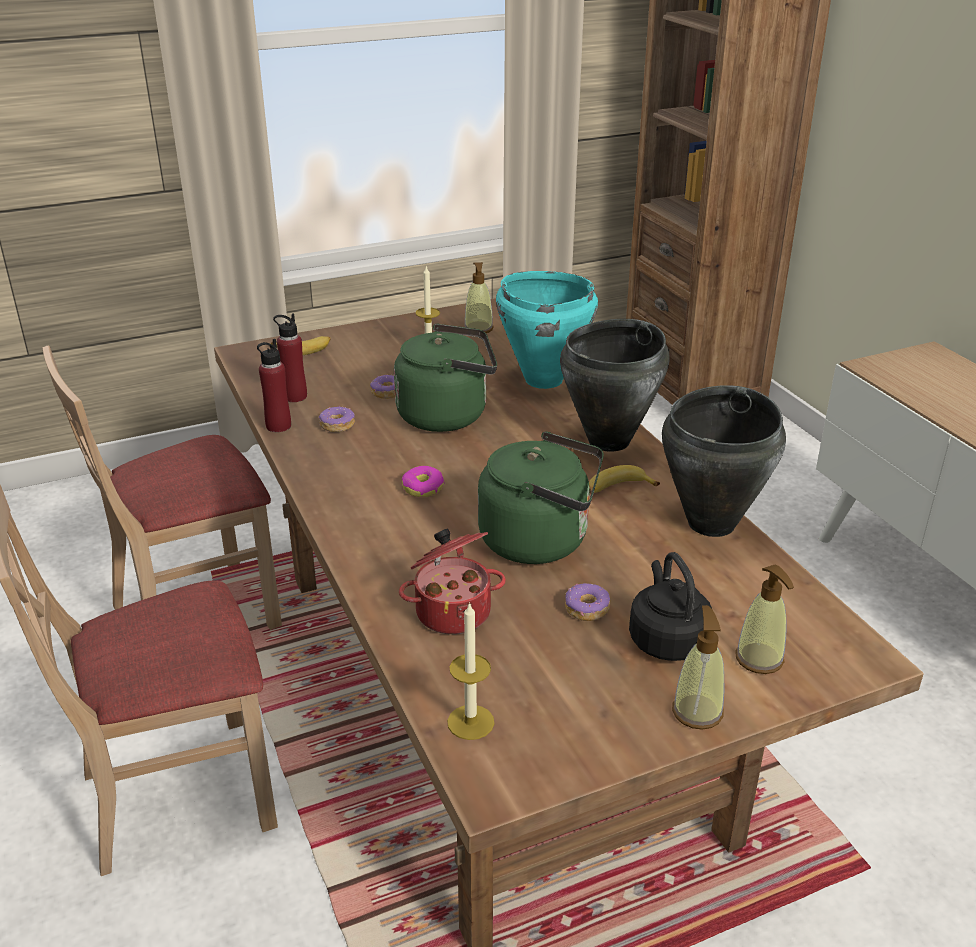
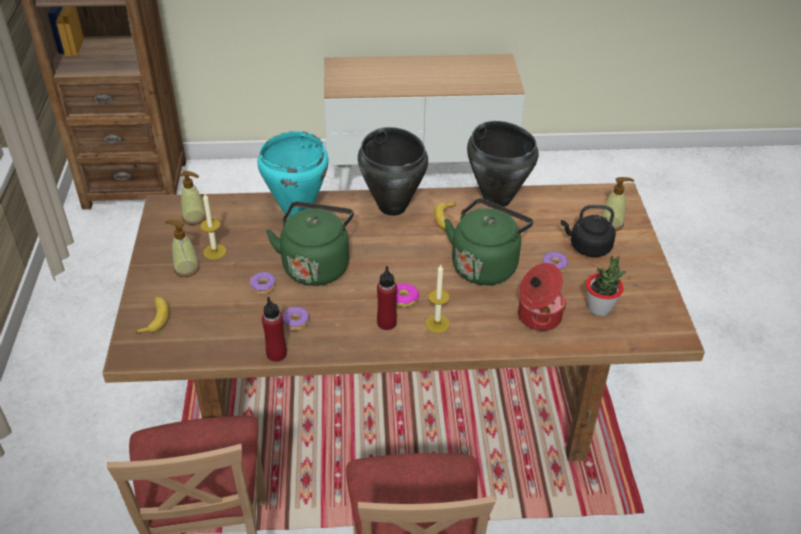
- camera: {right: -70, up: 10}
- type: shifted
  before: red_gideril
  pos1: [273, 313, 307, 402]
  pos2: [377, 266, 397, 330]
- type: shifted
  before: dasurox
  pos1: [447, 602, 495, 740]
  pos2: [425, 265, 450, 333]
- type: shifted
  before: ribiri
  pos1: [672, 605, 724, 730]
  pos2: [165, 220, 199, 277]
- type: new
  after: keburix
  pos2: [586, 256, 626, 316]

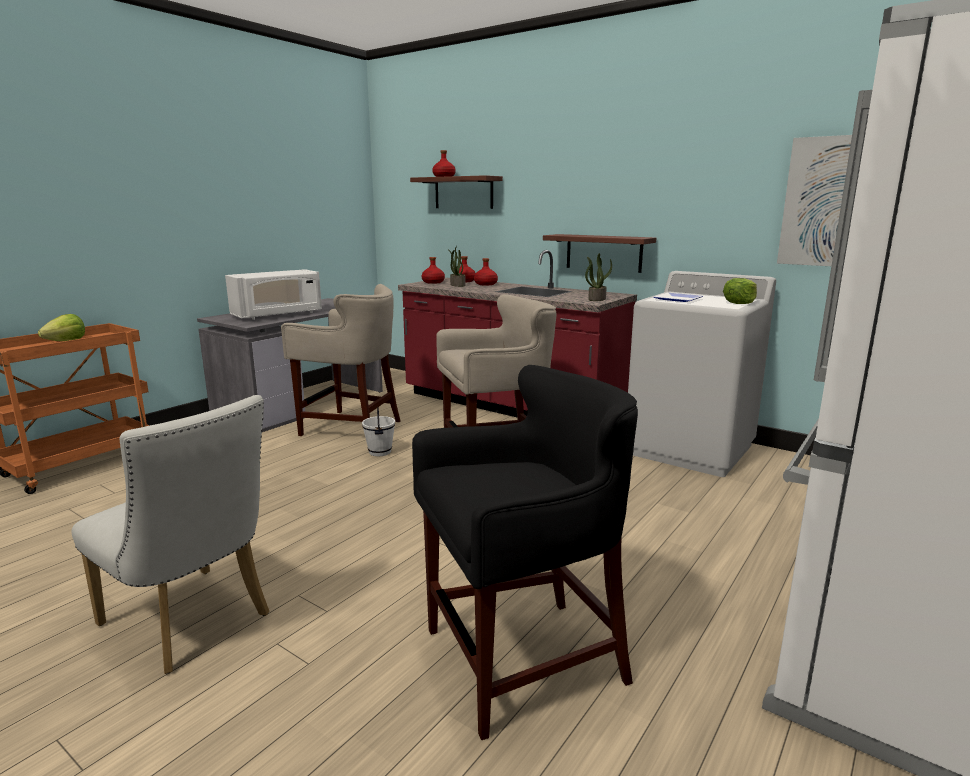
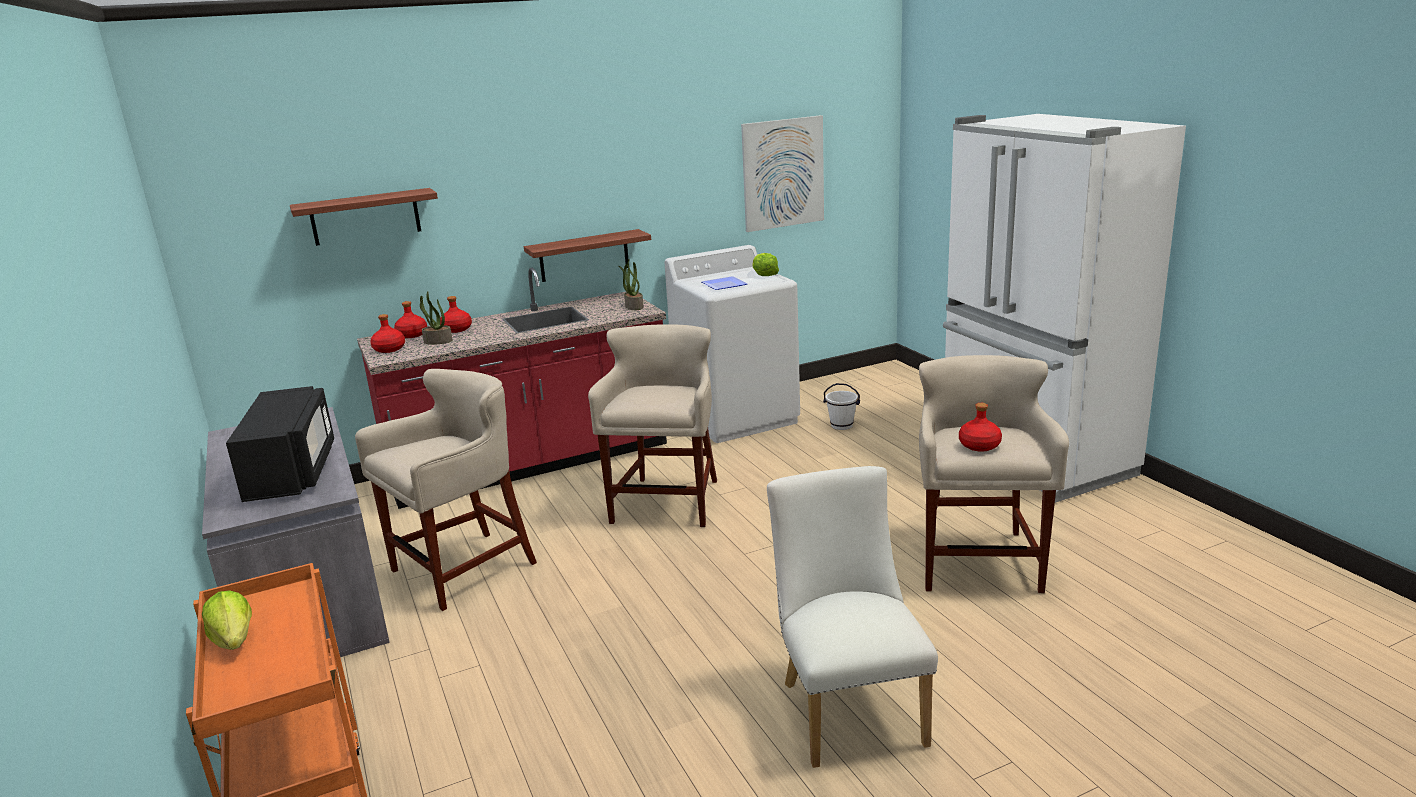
- camera: {right: -60, up: 5}
- type: shifted
  before: red_gideril
  pos1: [432, 150, 456, 177]
  pos2: [959, 403, 1002, 452]
- type: repainted
  before: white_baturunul
  after: black_baturunul
  pos1: [225, 269, 322, 320]
  pos2: [226, 386, 334, 502]
- type: repainted
  before: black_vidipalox
  after: beige_vidipalox
  pos1: [412, 365, 638, 740]
  pos2: [919, 355, 1069, 593]
- type: rotated
  before: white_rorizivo
  pos1: [72, 395, 269, 674]
  pos2: [767, 466, 938, 768]
  turn: -75
- type: shifted
  before: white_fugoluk
  pos1: [362, 407, 395, 456]
  pos2: [823, 383, 860, 430]

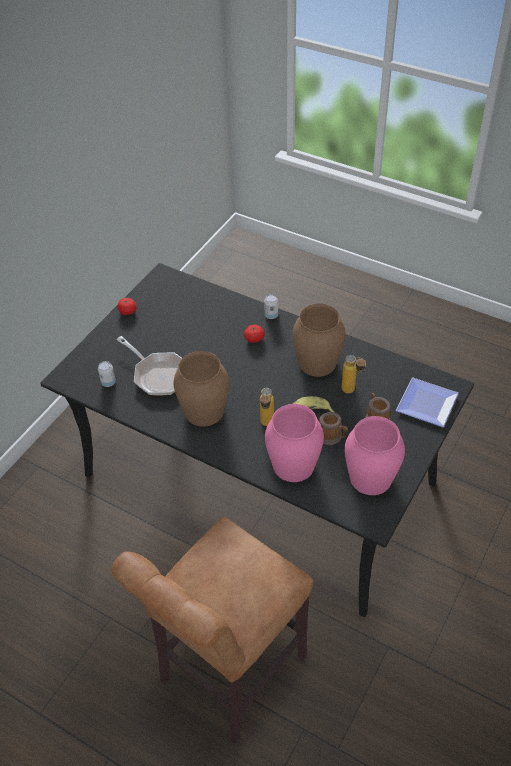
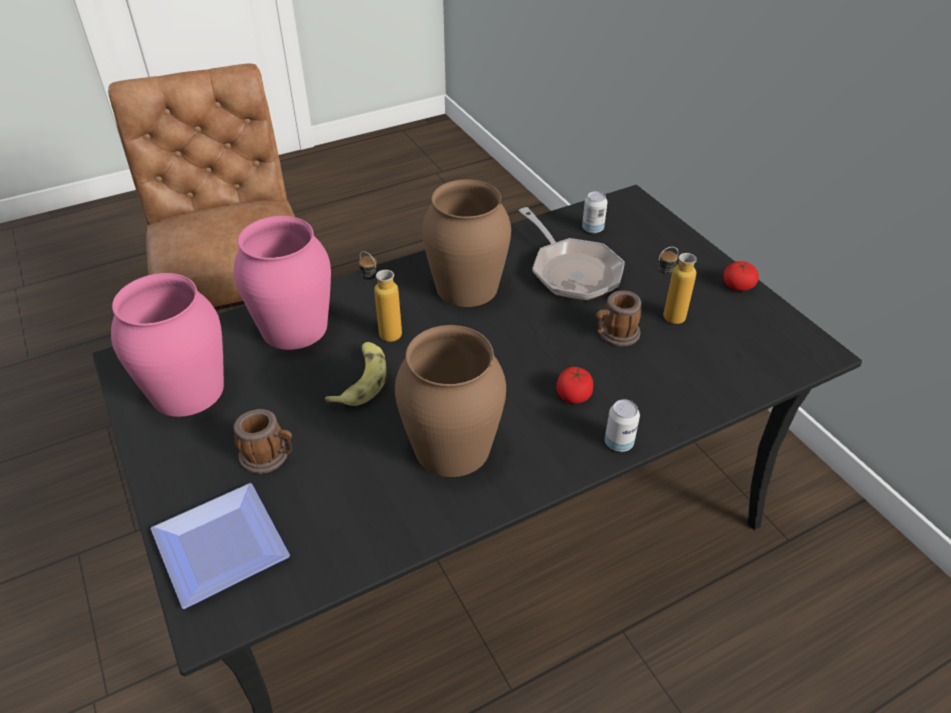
- camera: {right: 120, up: -5}
- type: rotated
  before: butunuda
  pos1: [116, 336, 182, 396]
  pos2: [519, 207, 625, 301]
  turn: -105
- type: shifted
  before: gideril
  pos1: [342, 355, 366, 393]
  pos2: [659, 247, 697, 324]
- type: shifted
  before: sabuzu
  pos1: [319, 412, 348, 445]
  pos2: [596, 291, 641, 346]

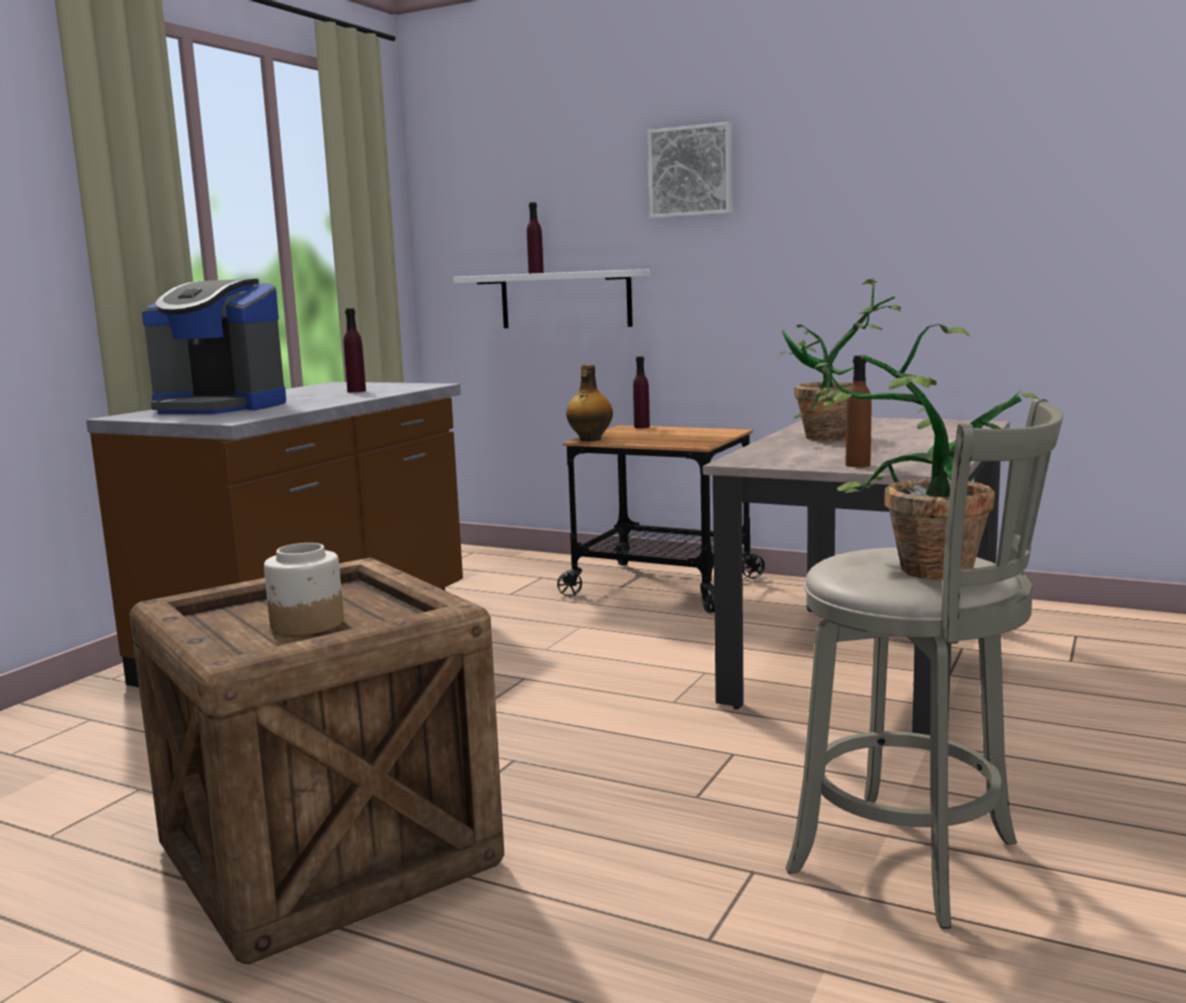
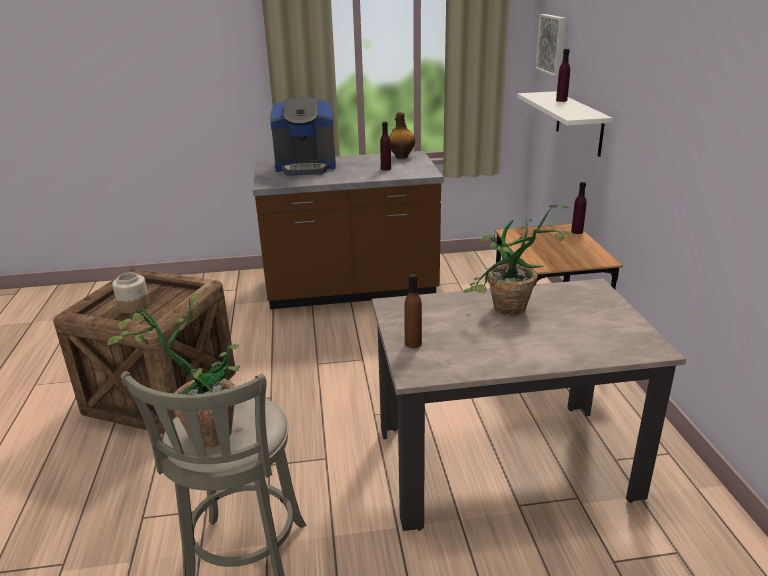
- camera: {right: 55, up: 15}
- type: shifted
  before: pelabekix
  pos1: [648, 122, 733, 218]
  pos2: [536, 14, 566, 77]
- type: rotated
  before: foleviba
  pos1: [142, 279, 286, 414]
  pos2: [270, 97, 336, 176]
  turn: -75
- type: shifted
  before: gideril
  pos1: [566, 365, 613, 442]
  pos2: [389, 112, 415, 159]

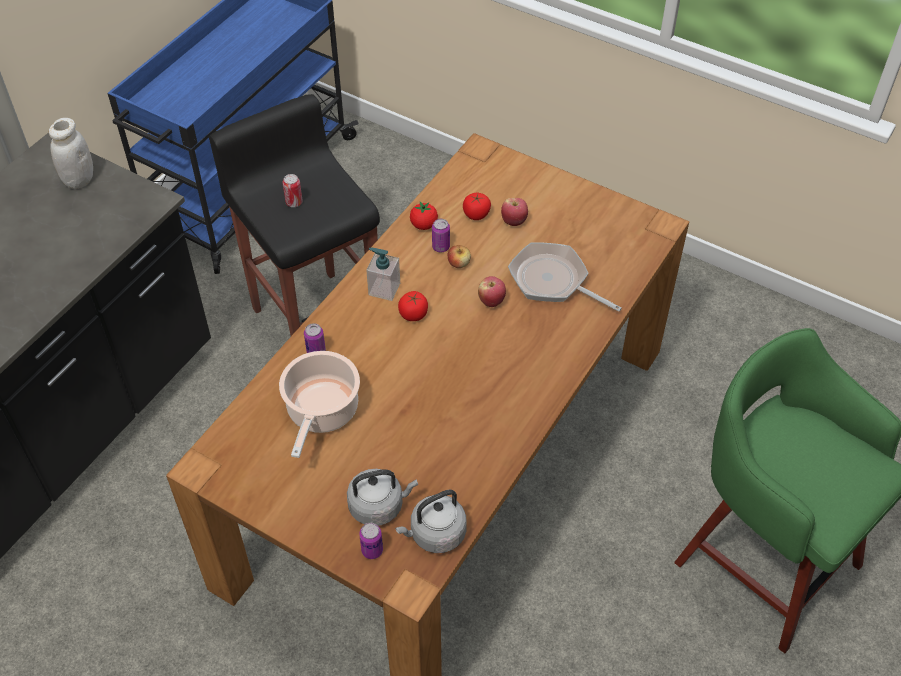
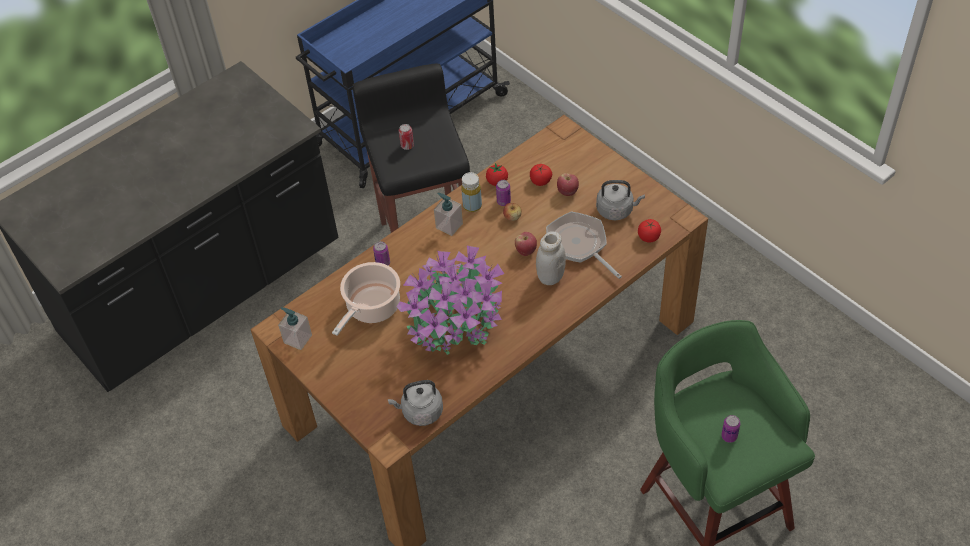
- camera: {right: 20, up: 0}
- type: shifted
  before: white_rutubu
  pos1: [49, 118, 93, 189]
  pos2: [536, 231, 566, 285]
- type: shifted
  before: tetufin
  pos1: [398, 291, 428, 321]
  pos2: [638, 219, 661, 243]
- type: shifted
  before: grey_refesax
  pos1: [347, 469, 418, 526]
  pos2: [596, 180, 645, 220]
- type: shifted
  before: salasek
  pos1: [359, 523, 383, 559]
  pos2: [721, 415, 740, 443]
- type: new
  after: yellow_gideril
  pos2: [461, 172, 482, 212]
- type: new
  after: keburix
  pos2: [397, 246, 504, 355]
- type: new
  after: ribiri
  pos2: [278, 307, 312, 350]

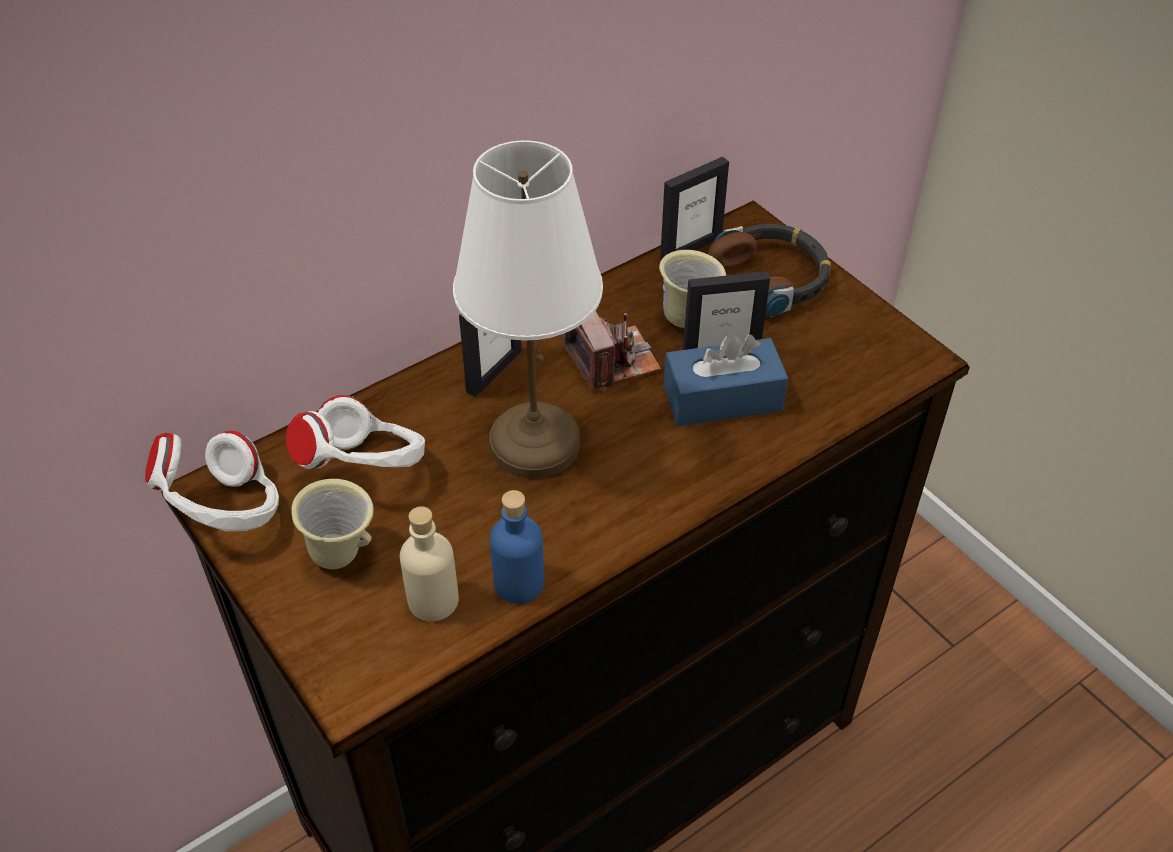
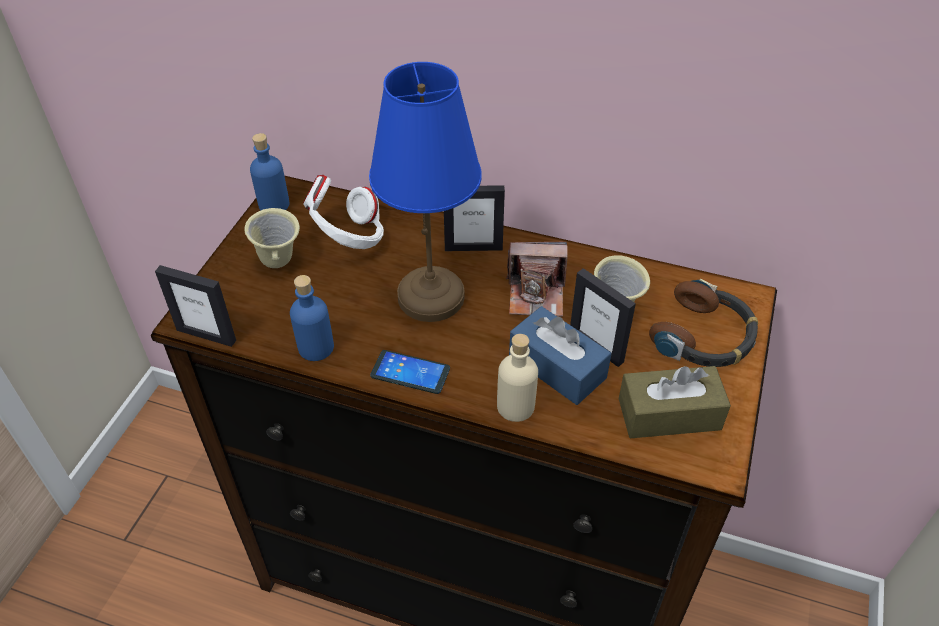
- camera: {right: 55, up: 0}
- type: repainted
  before: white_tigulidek
  after: blue_tigulidek
  pos1: [453, 140, 603, 479]
  pos2: [369, 62, 482, 322]
- type: shifted
  before: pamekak
  pos1: [660, 157, 729, 260]
  pos2: [155, 265, 236, 347]
- type: rotated
  before: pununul
  pos1: [563, 310, 661, 391]
  pos2: [506, 242, 568, 317]
  turn: 60
- type: swapped
  before: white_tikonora
  after: blue_gideril
  pos1: [145, 431, 279, 532]
  pos2: [250, 133, 290, 210]
- type: shifted
  before: beige_gideril
  pos1: [400, 506, 459, 621]
  pos2: [497, 334, 538, 422]
- type: new
  after: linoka
  pos2: [370, 350, 450, 394]
- type: new
  after: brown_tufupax
  pos2: [619, 366, 731, 438]

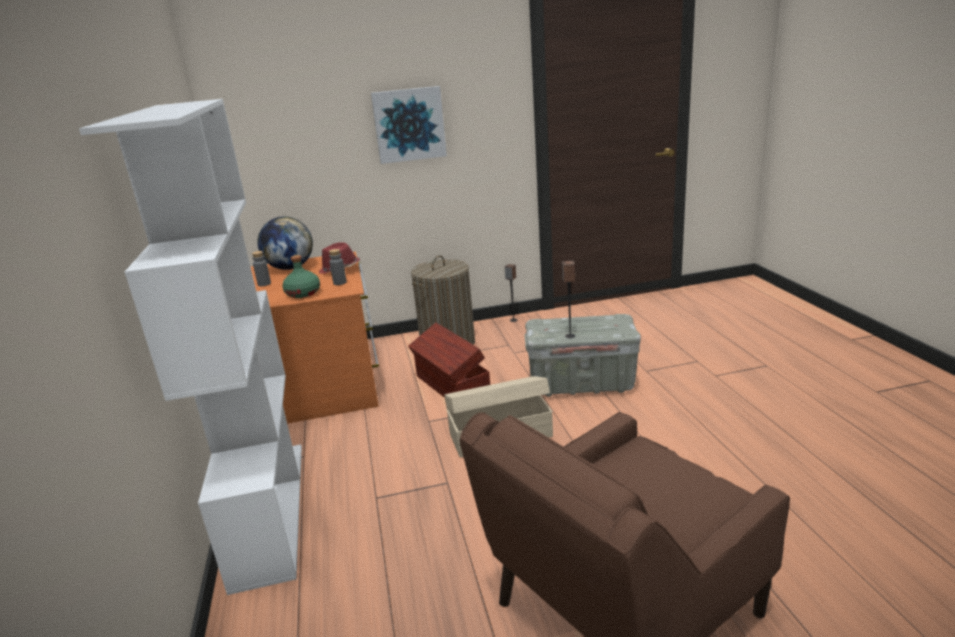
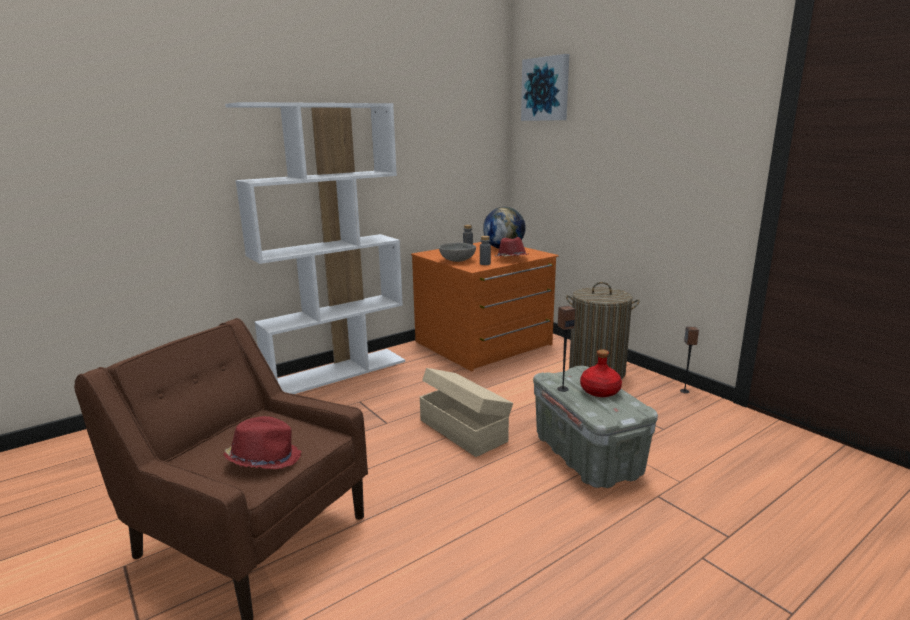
- camera: {right: 65, up: -5}
- type: shifted
  before: pelabekix
  pos1: [371, 86, 447, 164]
  pos2: [521, 54, 569, 121]
- type: swapped
  before: green_gideril
  after: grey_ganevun
  pos1: [283, 255, 320, 298]
  pos2: [439, 242, 476, 262]
- type: gone
  before: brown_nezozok
  pos1: [408, 323, 490, 398]
- type: new
  after: red_gideril
  pos2: [580, 349, 622, 397]
- type: new
  after: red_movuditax
  pos2: [224, 416, 301, 469]

